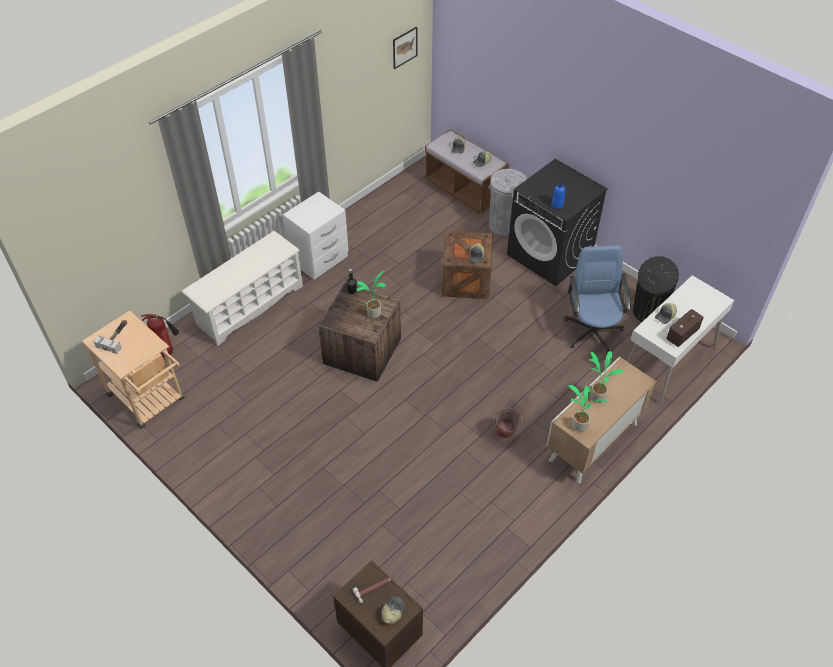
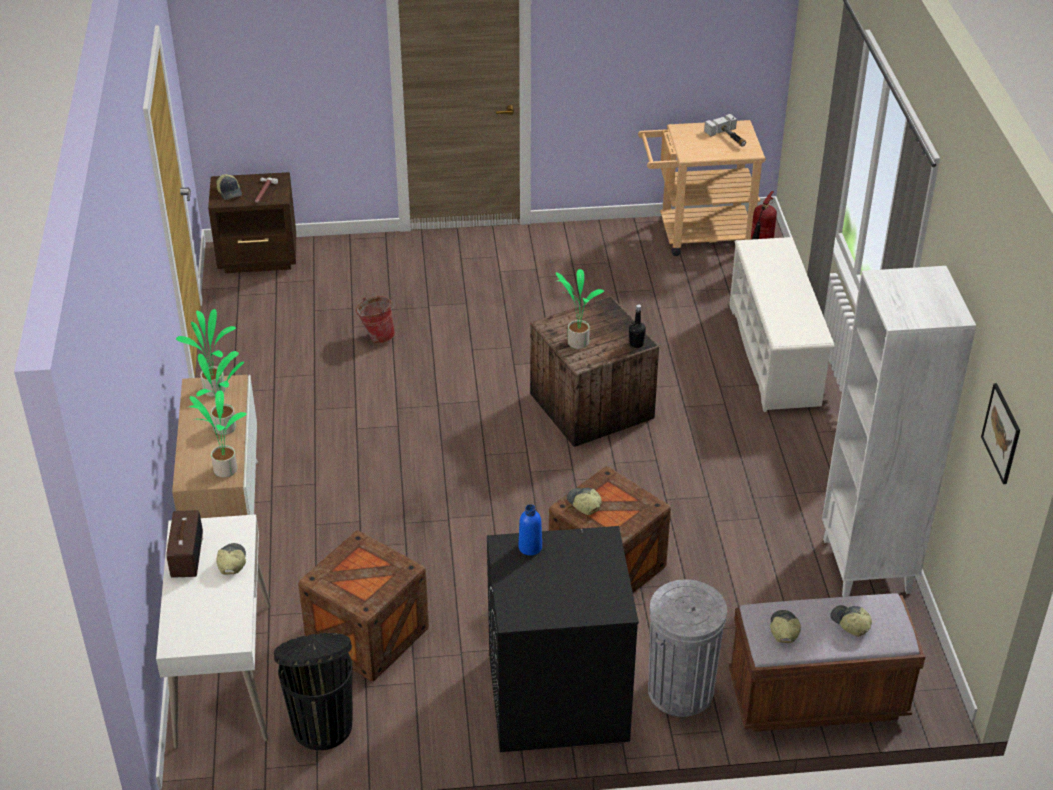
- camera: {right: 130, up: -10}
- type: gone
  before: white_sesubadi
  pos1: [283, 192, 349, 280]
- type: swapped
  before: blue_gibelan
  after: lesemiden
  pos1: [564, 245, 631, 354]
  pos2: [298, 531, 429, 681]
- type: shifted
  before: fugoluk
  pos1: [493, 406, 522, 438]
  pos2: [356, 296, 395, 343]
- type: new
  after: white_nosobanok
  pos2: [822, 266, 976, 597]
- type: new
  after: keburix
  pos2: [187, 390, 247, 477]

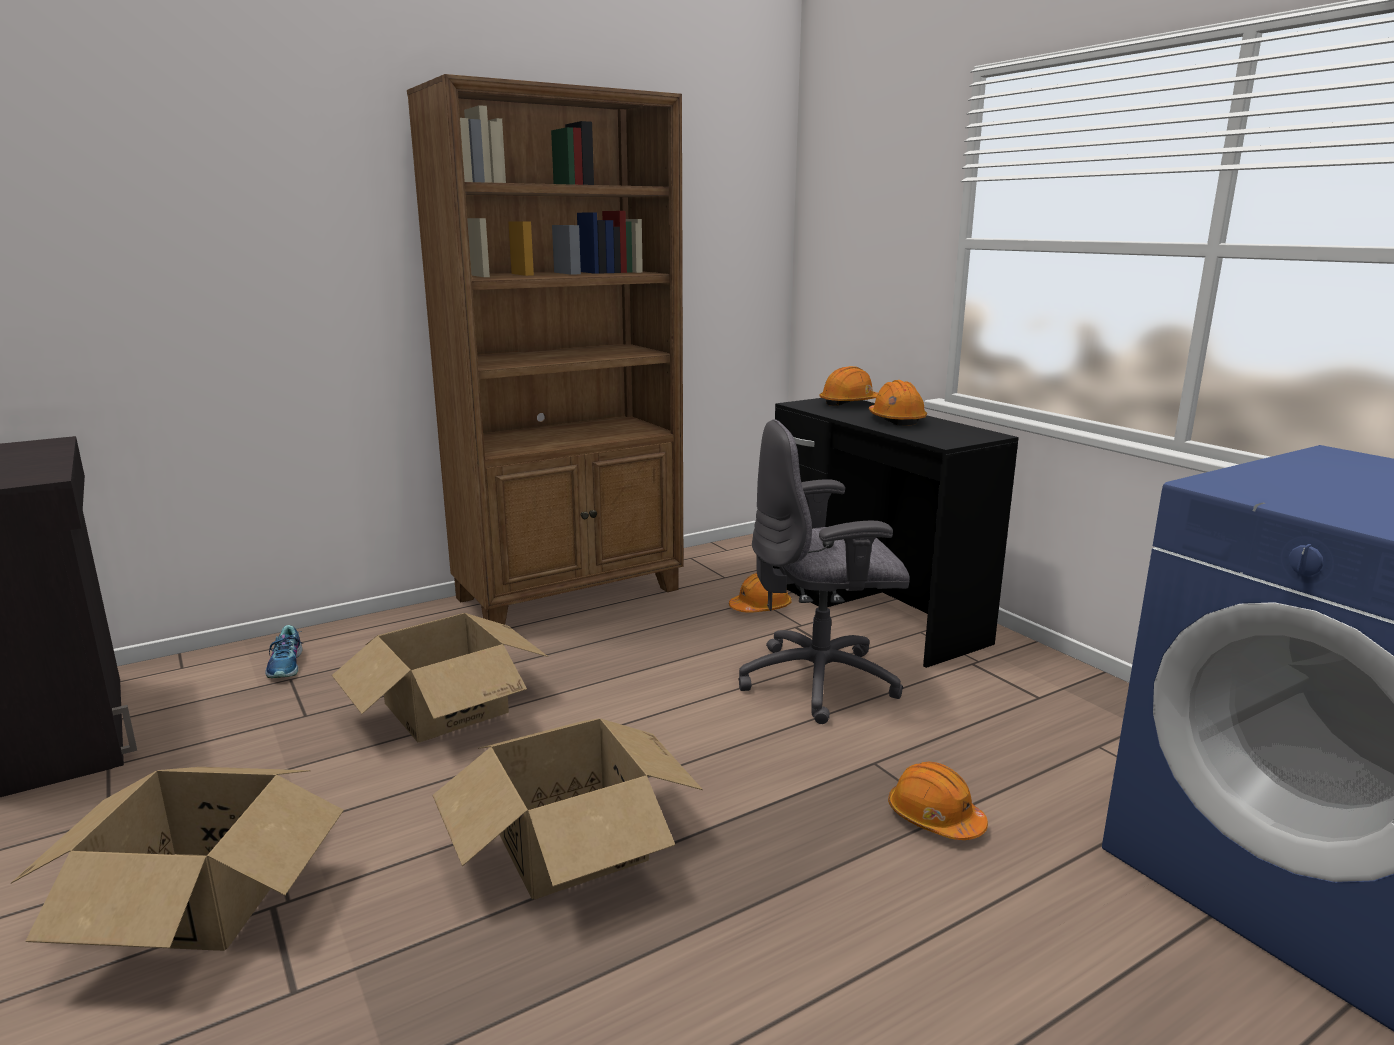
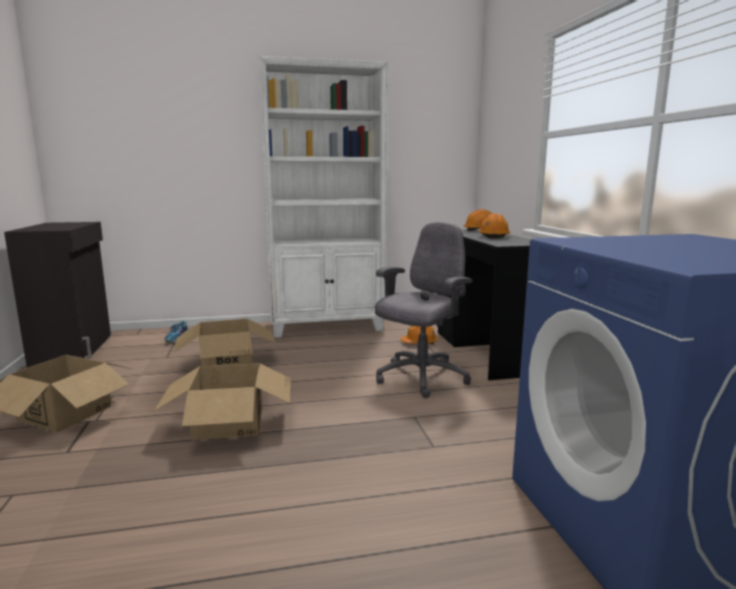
- camera: {right: 20, up: -5}
- type: repainted
  before: brown_nosobanok
  after: white_nosobanok
  pos1: [407, 74, 683, 625]
  pos2: [259, 56, 388, 338]
- type: rotated
  before: grey_gibelan
  pos1: [738, 419, 910, 724]
  pos2: [375, 222, 472, 398]
  turn: 120
- type: gone
  before: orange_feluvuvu
  pos1: [888, 762, 988, 840]

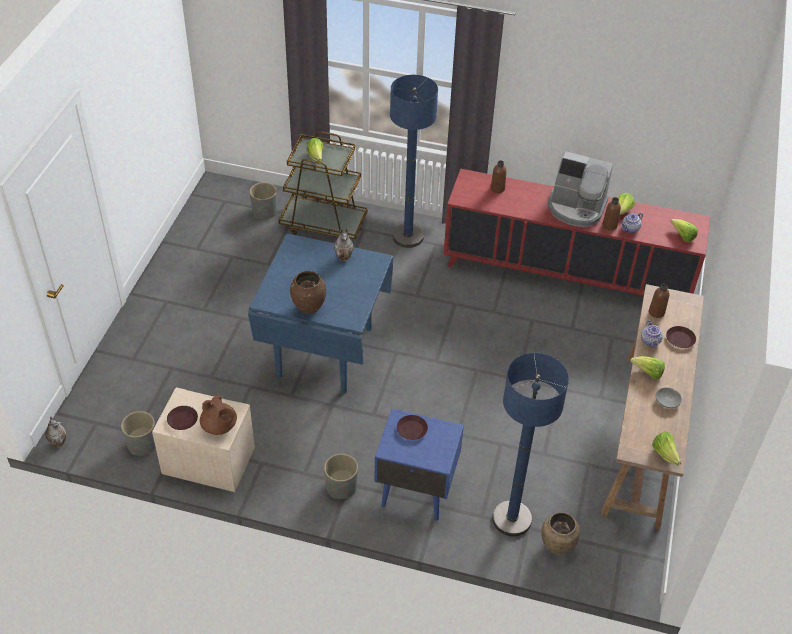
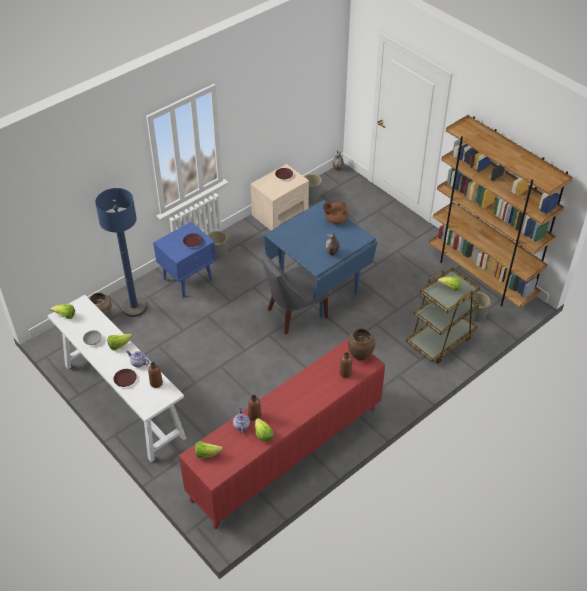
- camera: {right: 125, up: 0}
- type: gone
  before: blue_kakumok
  pos1: [390, 75, 438, 248]
- type: gone
  before: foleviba
  pos1: [548, 151, 613, 227]
- type: shifted
  before: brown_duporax
  pos1: [290, 271, 326, 314]
  pos2: [348, 328, 375, 361]
- type: repainted
  before: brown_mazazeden
  after: white_mazazeden
  pos1: [601, 284, 704, 530]
  pos2: [48, 295, 186, 462]
- type: shifted
  before: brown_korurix
  pos1: [200, 396, 237, 435]
  pos2: [323, 201, 348, 224]
- type: new
  after: brown_nosobanok
  pos2: [429, 115, 573, 308]
- type: new
  after: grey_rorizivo
  pos2: [261, 254, 329, 334]

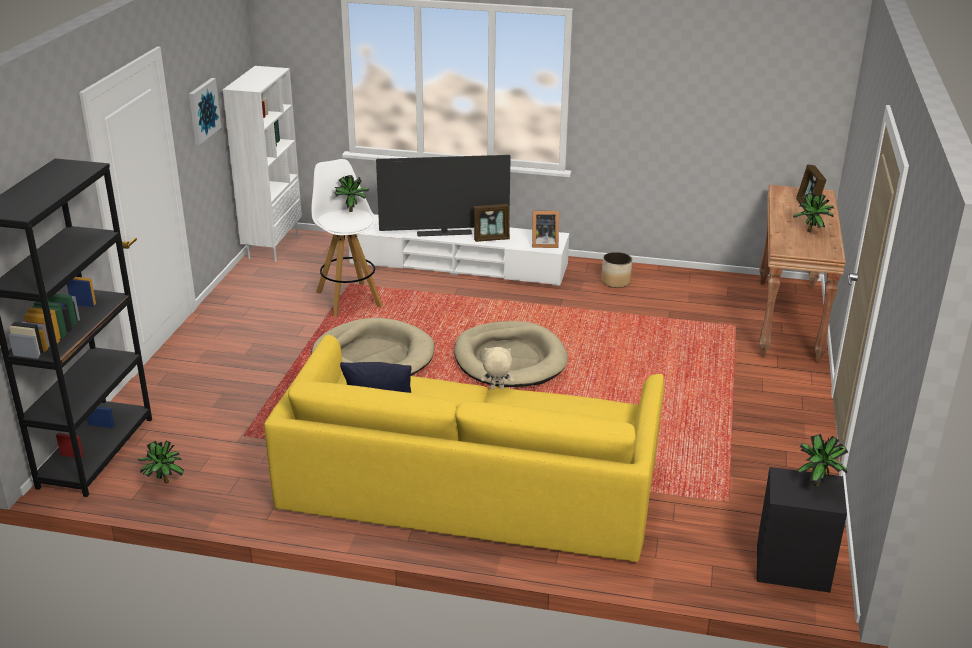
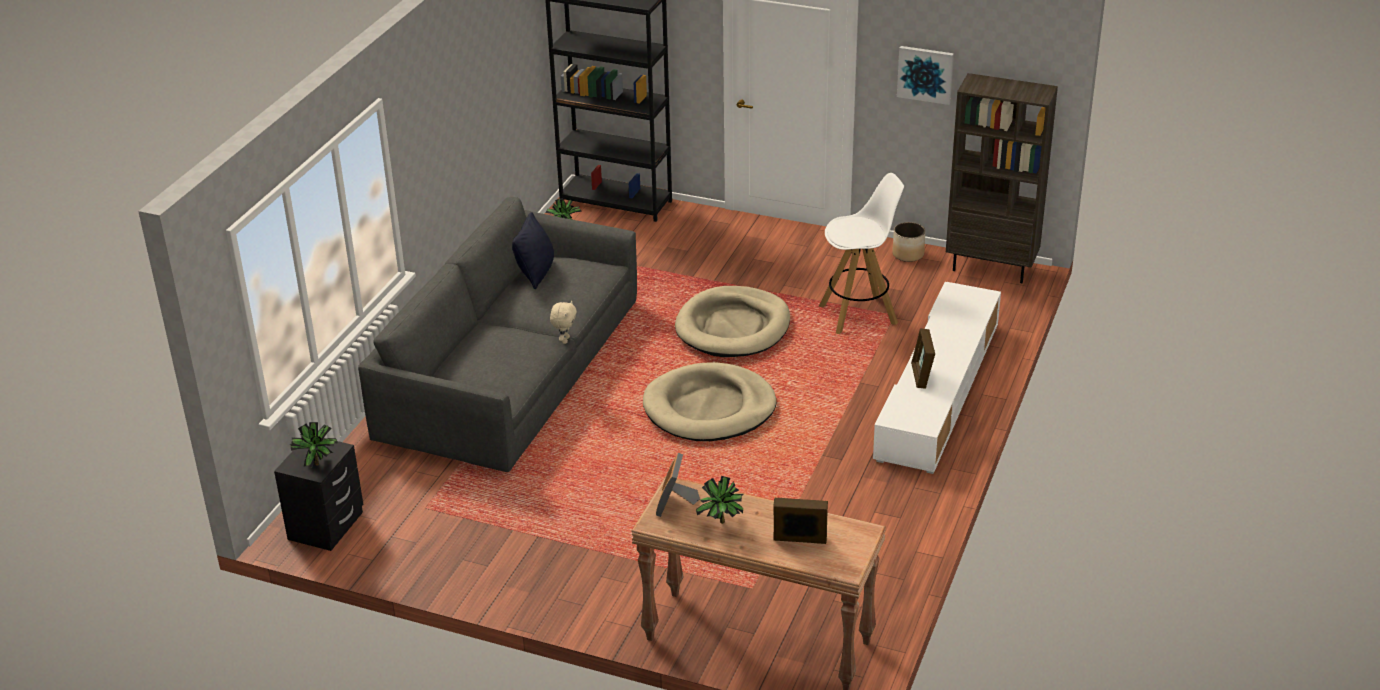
- camera: {right: 100, up: 5}
- type: repainted
  before: white_nosobanok
  after: brown_nosobanok
  pos1: [223, 66, 302, 262]
  pos2: [946, 73, 1058, 283]
- type: gone
  before: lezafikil
  pos1: [376, 155, 511, 236]
- type: gone
  before: keburix
  pos1: [333, 175, 369, 212]
- type: shifted
  before: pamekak
  pos1: [532, 210, 559, 248]
  pos2: [656, 453, 700, 517]
- type: shifted
  before: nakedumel
  pos1: [601, 252, 632, 288]
  pos2: [892, 222, 925, 262]
- type: repainted
  before: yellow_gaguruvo
  after: grey_gaguruvo
  pos1: [264, 335, 664, 562]
  pos2: [358, 197, 637, 472]

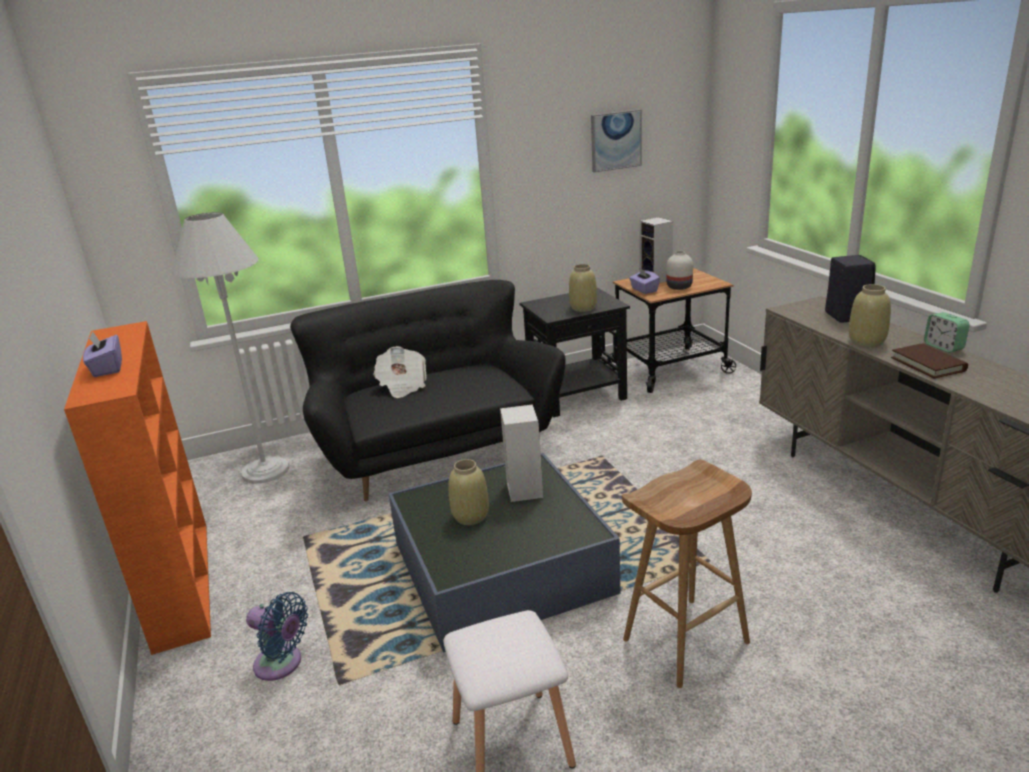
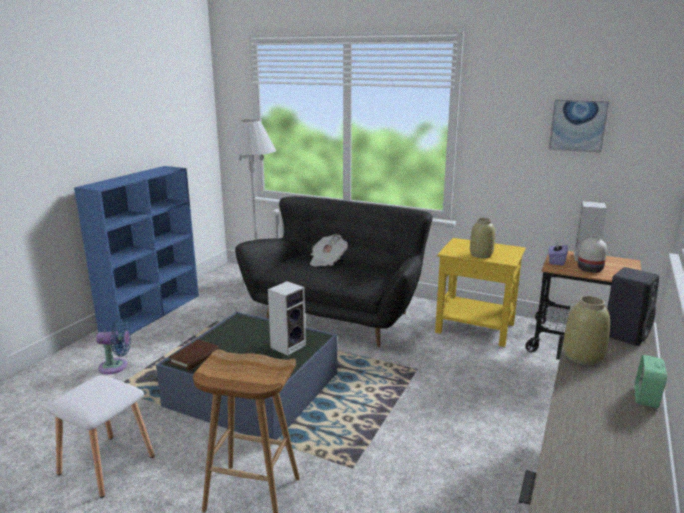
- camera: {right: 45, up: -5}
- type: repainted
  before: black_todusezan
  after: yellow_todusezan
  pos1: [519, 288, 630, 417]
  pos2: [435, 238, 526, 347]
- type: repainted
  before: orange_nosobanok
  after: blue_nosobanok
  pos1: [64, 321, 211, 655]
  pos2: [74, 166, 199, 335]
- type: gone
  before: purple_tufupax
  pos1: [83, 331, 122, 377]
- type: shifted
  before: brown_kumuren
  pos1: [891, 343, 968, 379]
  pos2: [168, 340, 219, 370]
- type: gone
  before: beige_duporax
  pos1: [448, 459, 489, 525]
- type: rotated
  before: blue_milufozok
  pos1: [246, 592, 308, 681]
  pos2: [96, 319, 131, 374]
  turn: -75

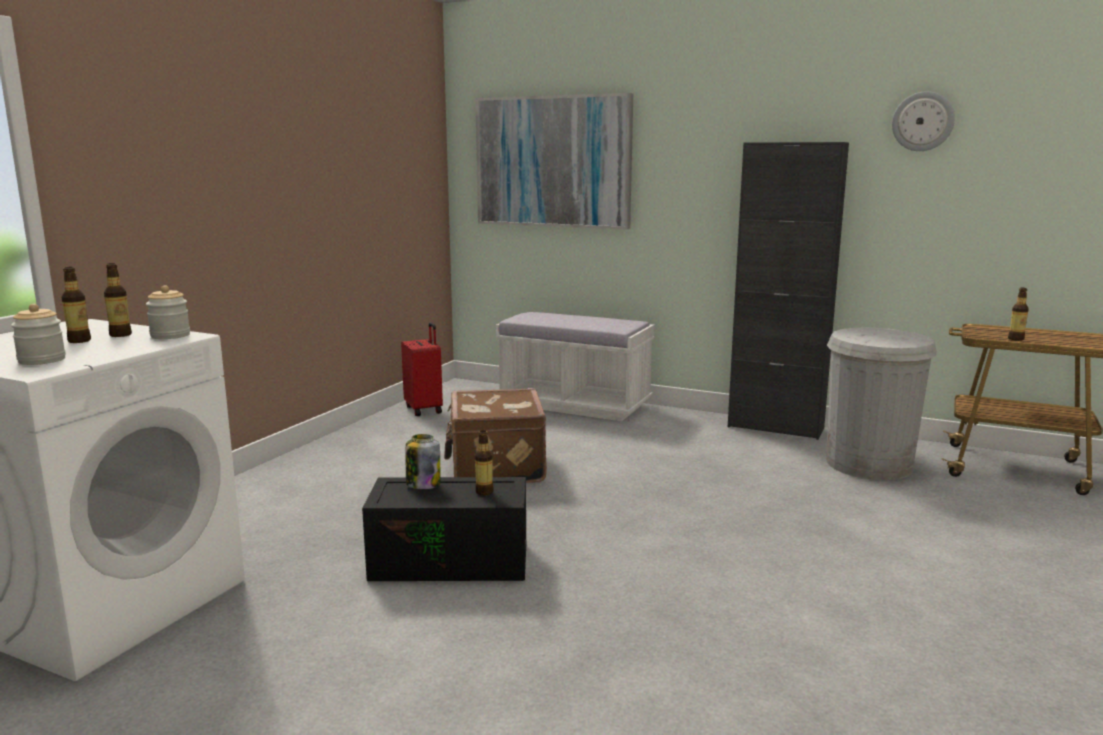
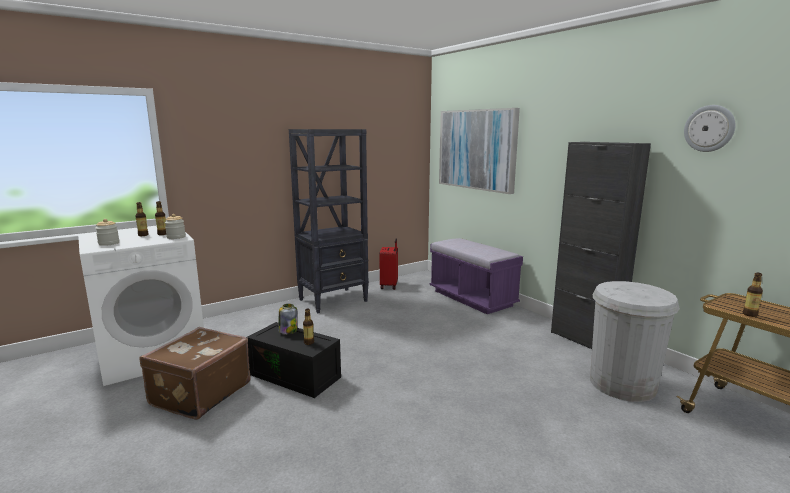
- camera: {right: 30, up: 0}
- type: repainted
  before: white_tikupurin
  after: purple_tikupurin
  pos1: [496, 312, 654, 421]
  pos2: [430, 238, 523, 314]
- type: shifted
  before: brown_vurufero
  pos1: [444, 388, 547, 483]
  pos2: [139, 327, 251, 420]
- type: new
  after: black_nosobanok
  pos2: [289, 129, 369, 313]

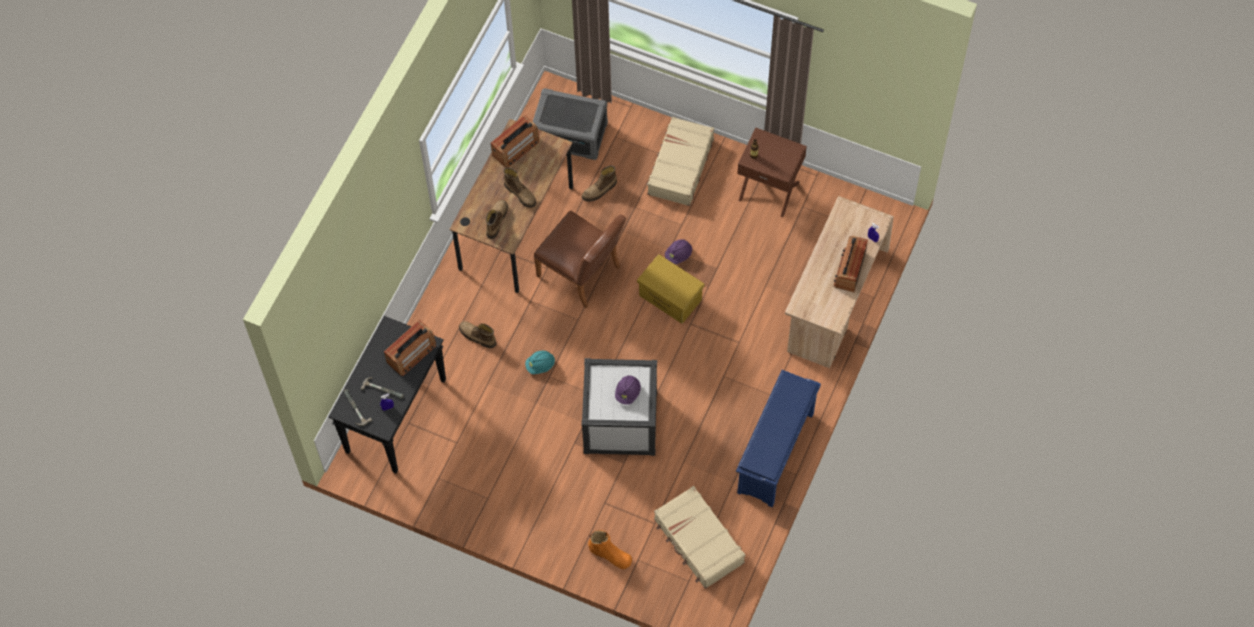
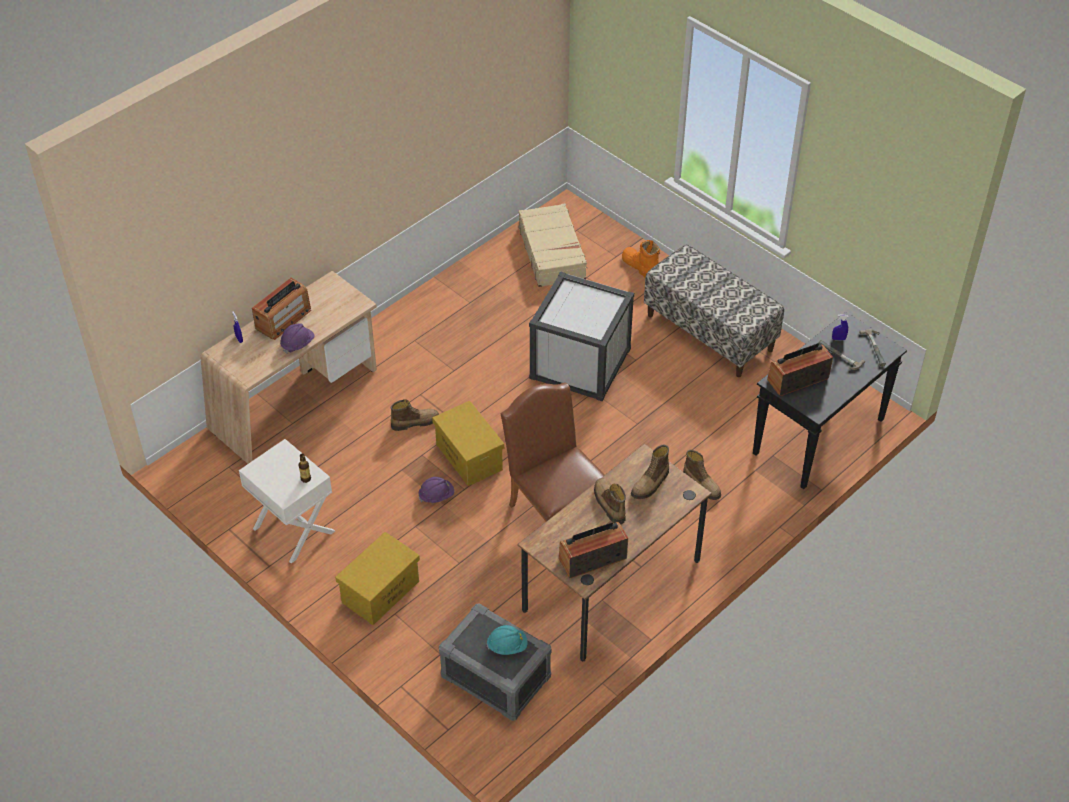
- camera: {right: -160, up: -15}
- type: swapped
  before: beige_vurufero
  after: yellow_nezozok
  pos1: [646, 117, 714, 206]
  pos2: [335, 532, 420, 625]
- type: repainted
  before: brown_sesubadi
  after: white_sesubadi
  pos1: [737, 128, 807, 217]
  pos2: [239, 439, 335, 564]
- type: shifted
  before: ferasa
  pos1: [582, 165, 617, 201]
  pos2: [391, 399, 439, 431]
- type: shifted
  before: turquoise_feluvuvu
  pos1: [525, 351, 555, 374]
  pos2: [487, 625, 528, 655]
- type: gone
  before: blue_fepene
  pos1: [736, 370, 821, 507]
- type: shifted
  before: purple_feluvuvu
  pos1: [615, 375, 641, 405]
  pos2: [280, 323, 315, 353]
- type: new
  after: tikupurin
  pos2: [644, 244, 784, 377]

